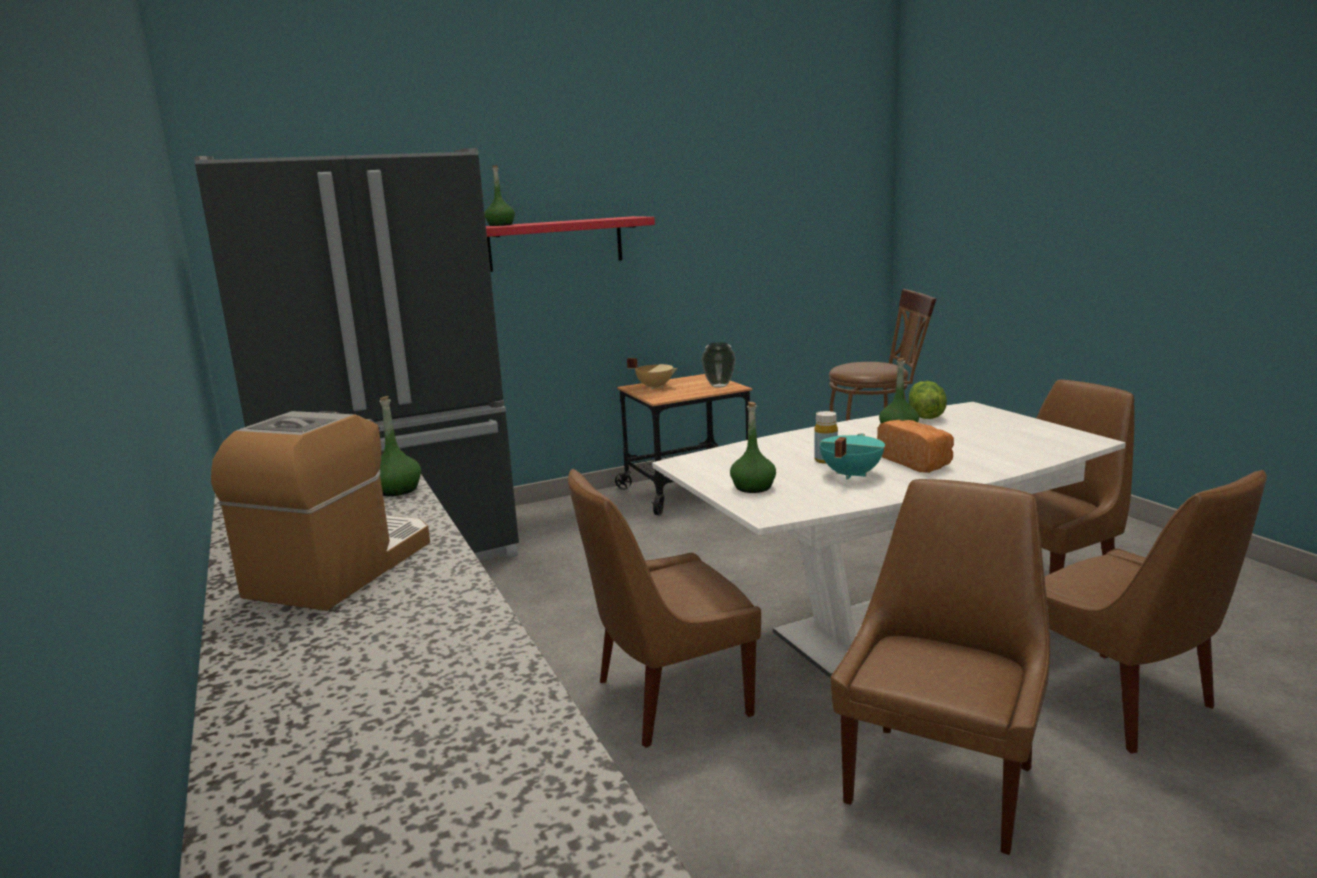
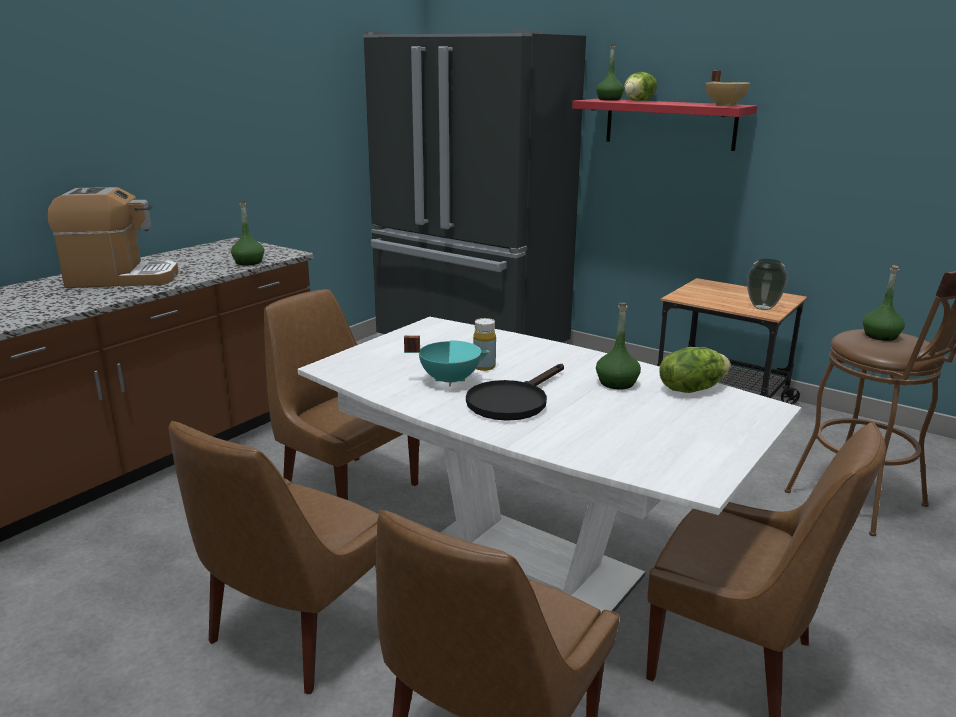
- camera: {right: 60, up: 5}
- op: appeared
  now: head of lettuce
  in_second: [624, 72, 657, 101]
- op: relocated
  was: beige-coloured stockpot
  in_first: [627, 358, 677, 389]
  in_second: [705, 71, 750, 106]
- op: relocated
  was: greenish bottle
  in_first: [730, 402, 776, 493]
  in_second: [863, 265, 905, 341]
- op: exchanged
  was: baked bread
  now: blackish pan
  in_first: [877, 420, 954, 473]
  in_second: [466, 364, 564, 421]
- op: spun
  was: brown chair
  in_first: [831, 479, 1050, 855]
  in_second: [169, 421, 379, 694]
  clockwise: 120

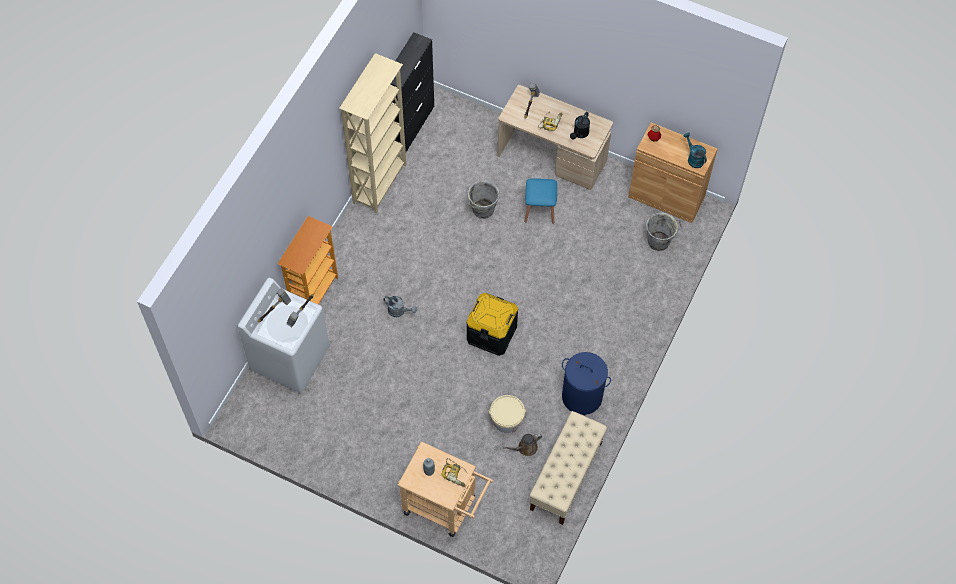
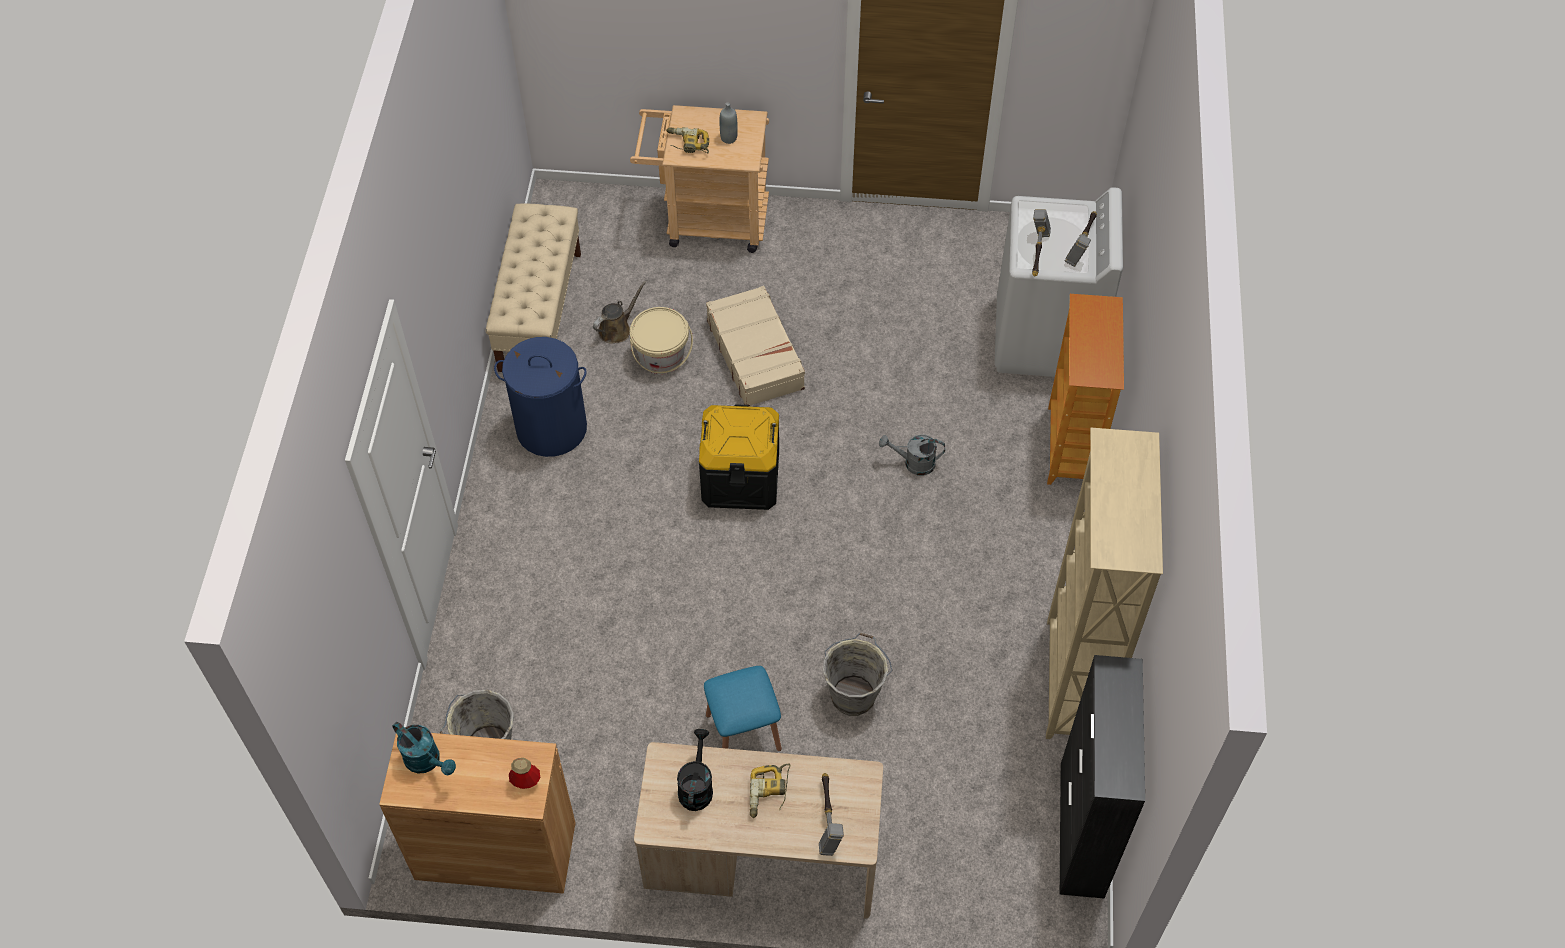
- camera: {right: 160, up: -5}
- op: appeared
  now: beige-coloured suitcase
  in_second: [706, 286, 805, 406]

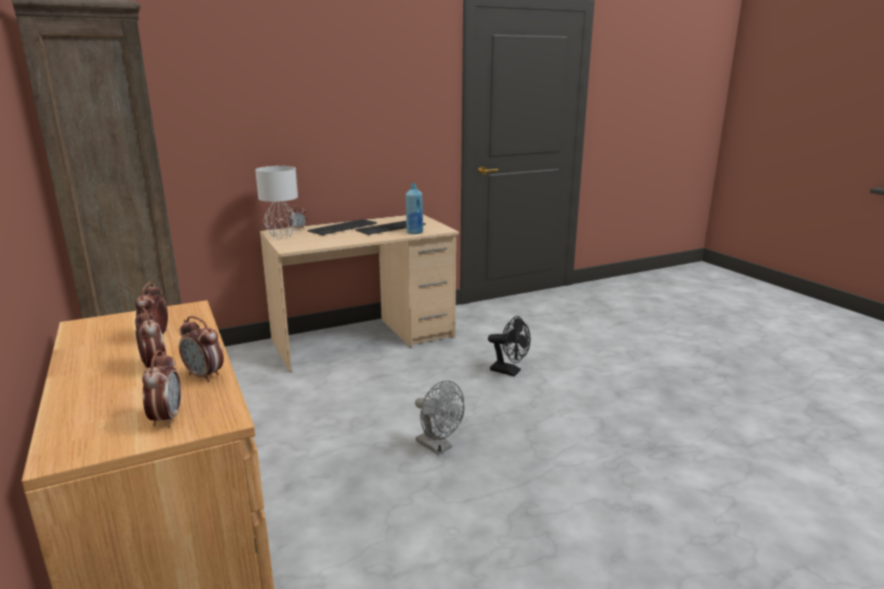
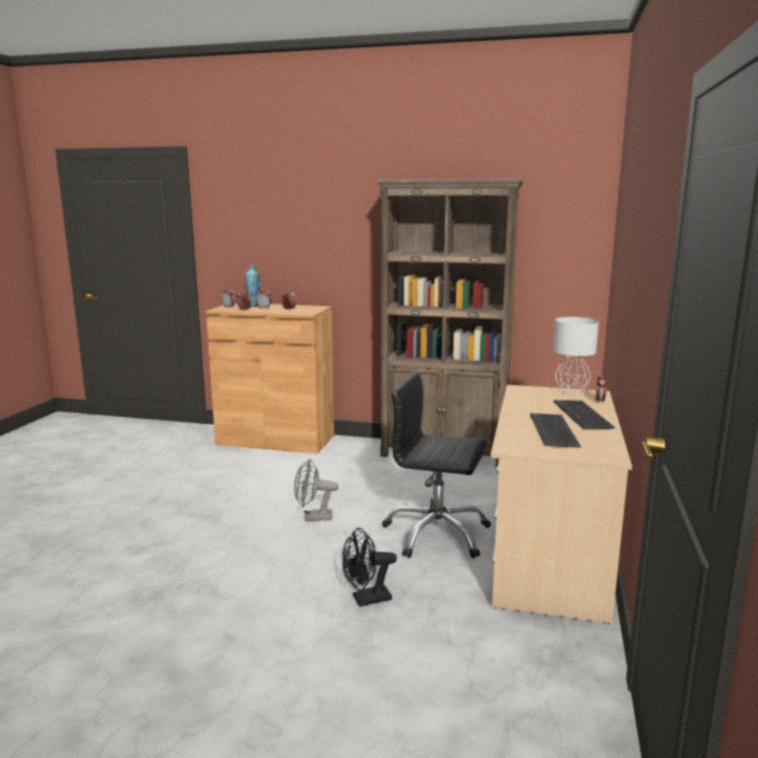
- camera: {right: 130, up: -5}
- op: appeared
  now: blackish computer chair
  in_second: [382, 372, 491, 558]
- op: relocated
  was: blue bottle
  in_first: [405, 183, 423, 234]
  in_second: [245, 265, 260, 307]

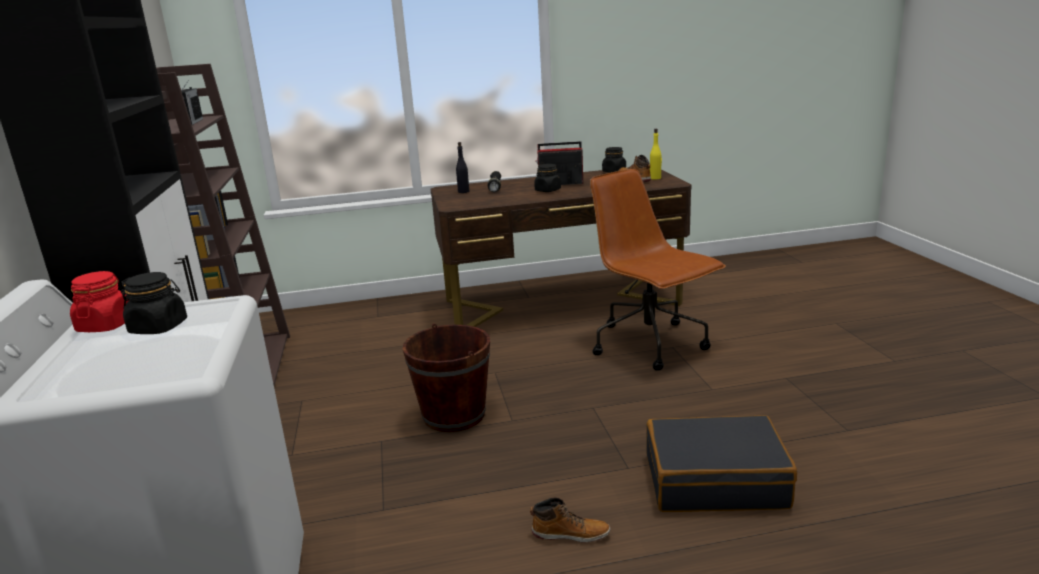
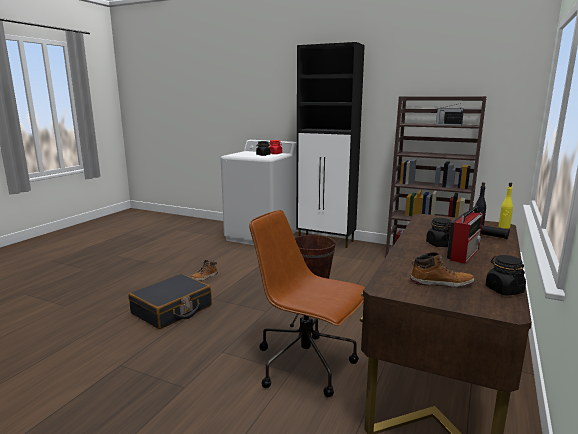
- camera: {right: 125, up: -5}
- op: relocated
  was: yellowish bottle
  in_first: [650, 129, 662, 180]
  in_second: [499, 183, 513, 229]
- op: spun
  was: brown computer chair
  in_first: [590, 169, 726, 371]
  in_second: [249, 210, 365, 397]
  clockwise: -150

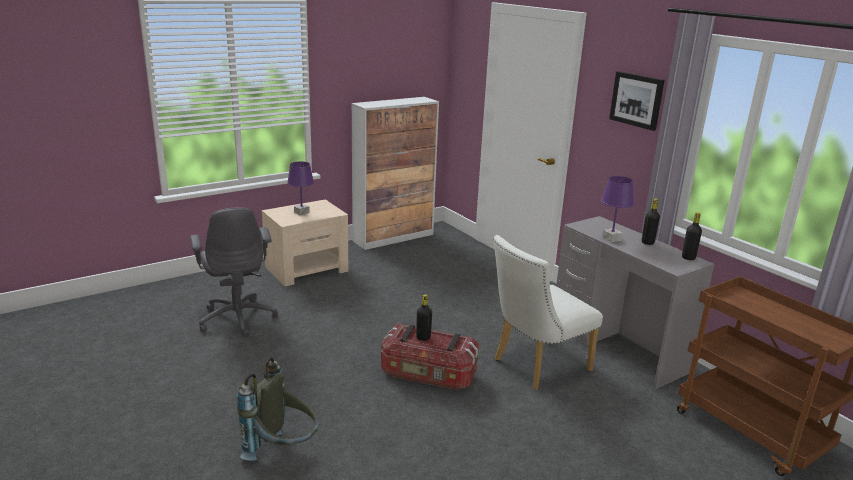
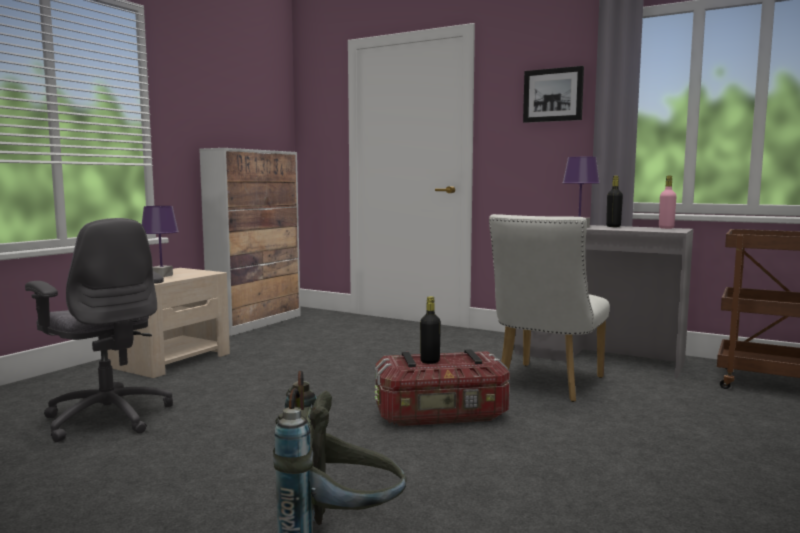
- camera: {right: -25, up: -15}
- op: colour
  was: blackish bottle
  now: pink bottle
  in_first: [682, 212, 702, 260]
  in_second: [659, 176, 677, 229]

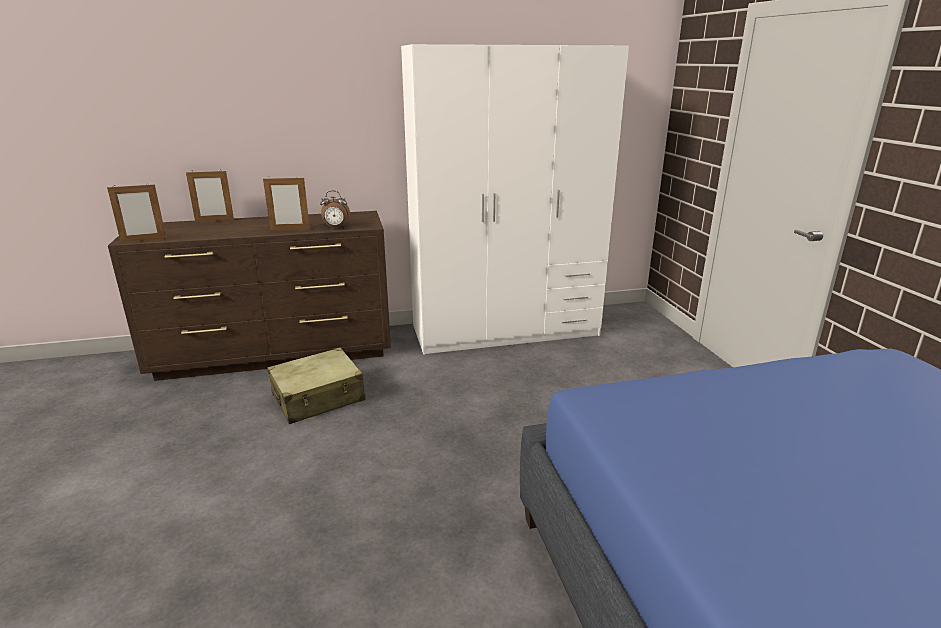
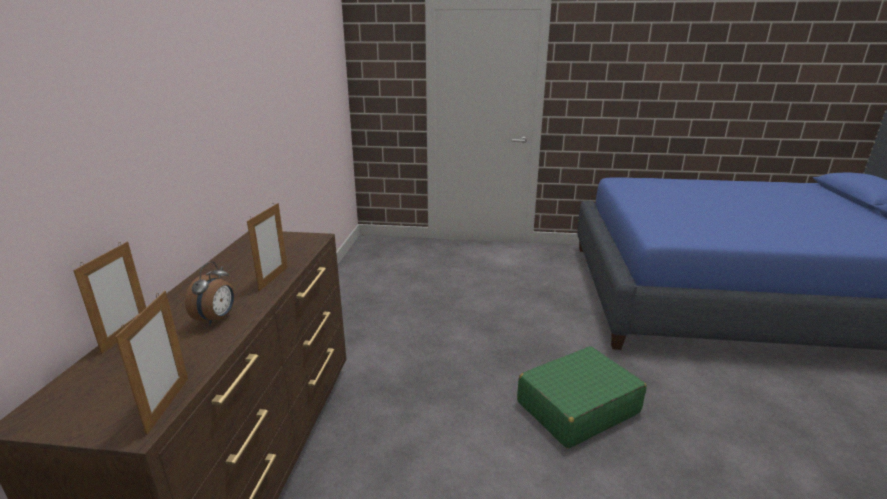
- camera: {right: -70, up: 0}
- op: missing
  was: beige-coloured suitcase
  in_first: [267, 347, 366, 424]
- op: missing
  was: white-coloured armoire
  in_first: [401, 44, 629, 355]
- op: appeared
  now: greenish suitcase
  in_second: [517, 346, 647, 448]
- op: relocated
  was: alarm clock
  in_first: [320, 191, 350, 229]
  in_second: [185, 262, 234, 326]

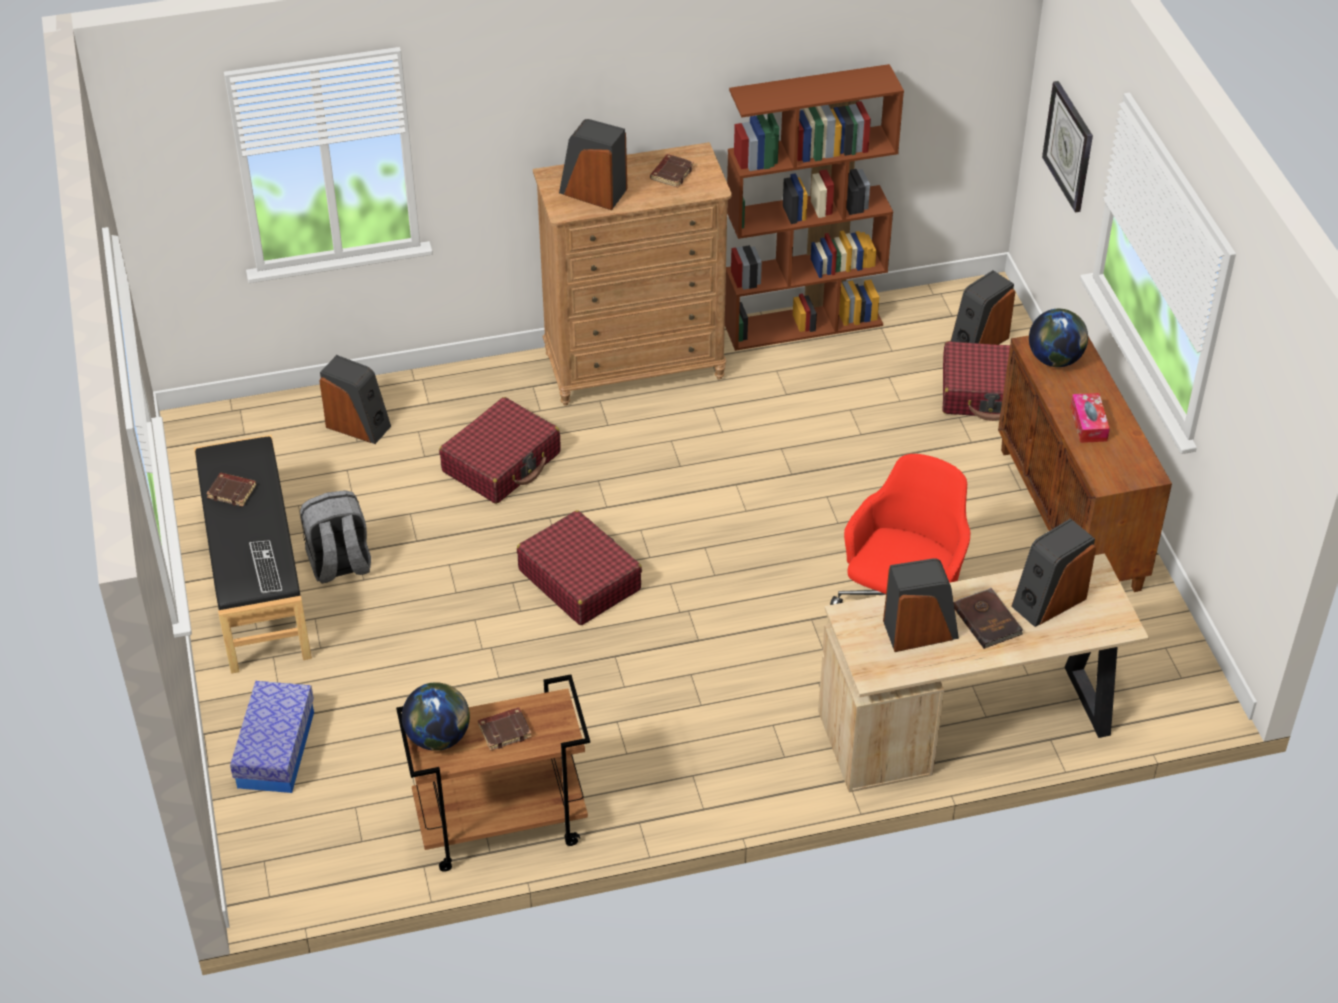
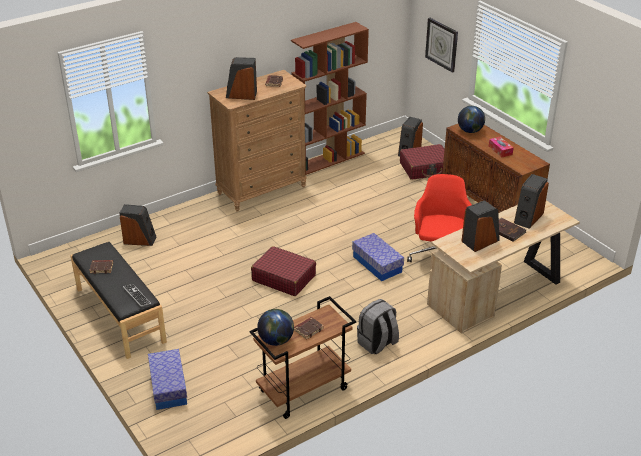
- camera: {right: -20, up: -10}
- op: missing
  was: red-coloured suitcase
  in_first: [439, 397, 561, 504]
- op: appeared
  now: storage container
  in_second: [352, 233, 404, 281]
- op: relocated
  was: gray backpack
  in_first: [300, 490, 371, 583]
  in_second: [357, 299, 399, 354]

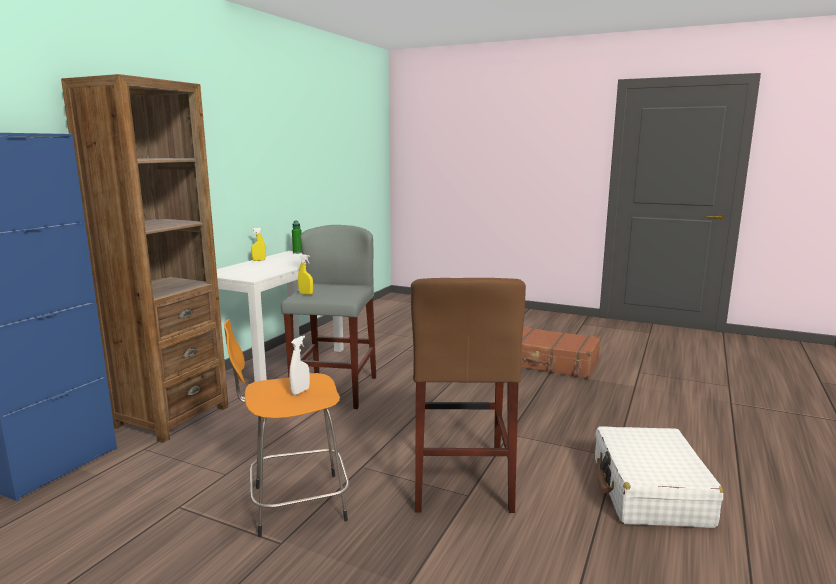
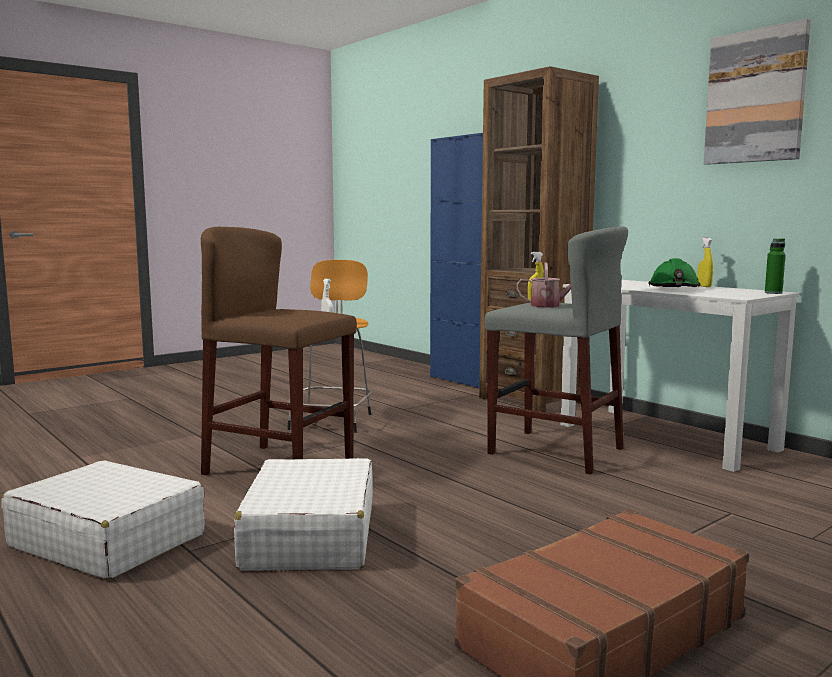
- camera: {right: 115, up: -5}
- op: appeared
  now: white-coloured suitcase
  in_second: [234, 458, 373, 570]
- op: appeared
  now: sprinkling can
  in_second: [517, 262, 571, 308]
- op: appeared
  now: greenish hard hat
  in_second: [649, 258, 701, 287]
- op: appeared
  now: wall picture
  in_second: [704, 19, 811, 165]

